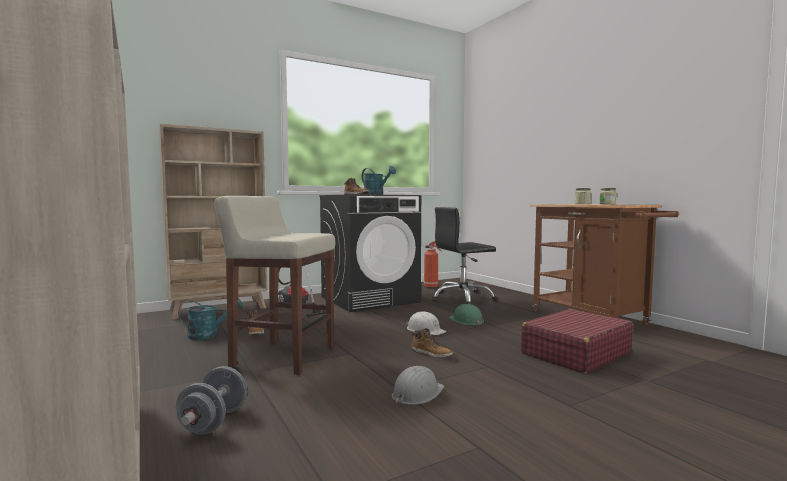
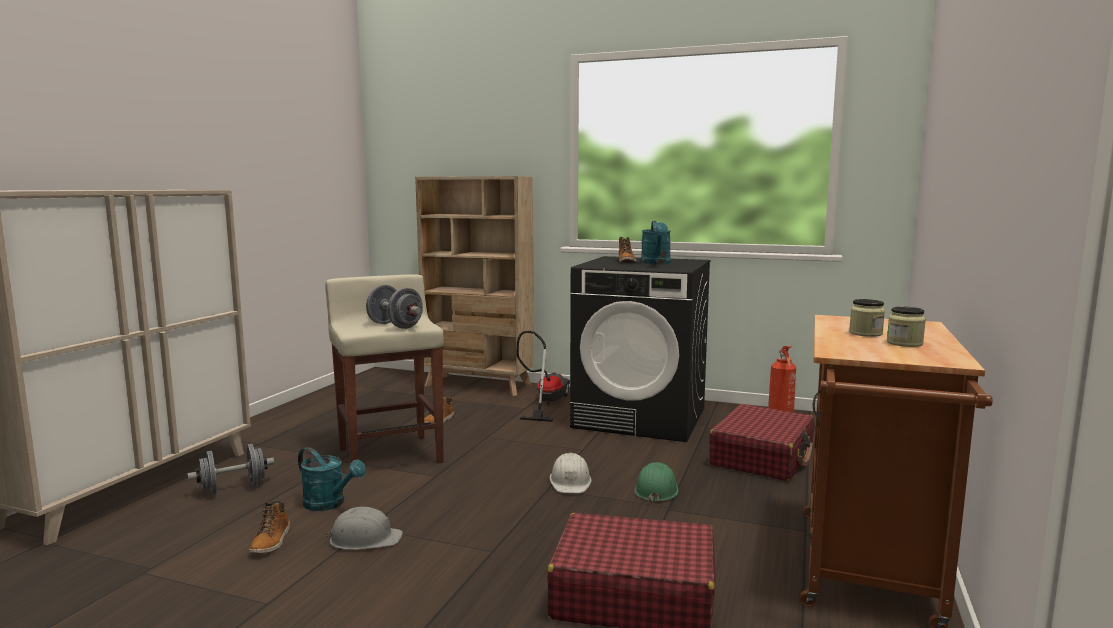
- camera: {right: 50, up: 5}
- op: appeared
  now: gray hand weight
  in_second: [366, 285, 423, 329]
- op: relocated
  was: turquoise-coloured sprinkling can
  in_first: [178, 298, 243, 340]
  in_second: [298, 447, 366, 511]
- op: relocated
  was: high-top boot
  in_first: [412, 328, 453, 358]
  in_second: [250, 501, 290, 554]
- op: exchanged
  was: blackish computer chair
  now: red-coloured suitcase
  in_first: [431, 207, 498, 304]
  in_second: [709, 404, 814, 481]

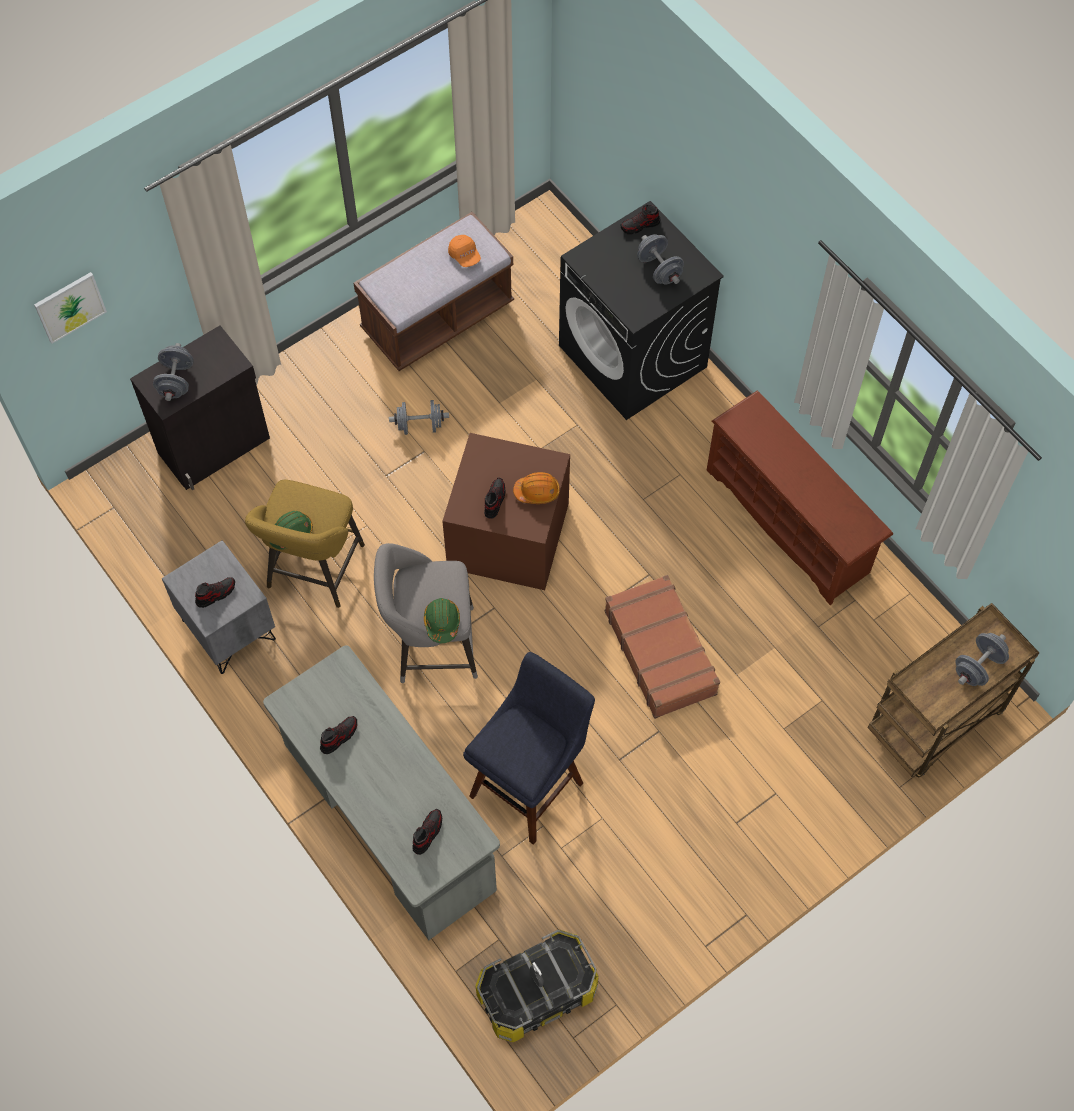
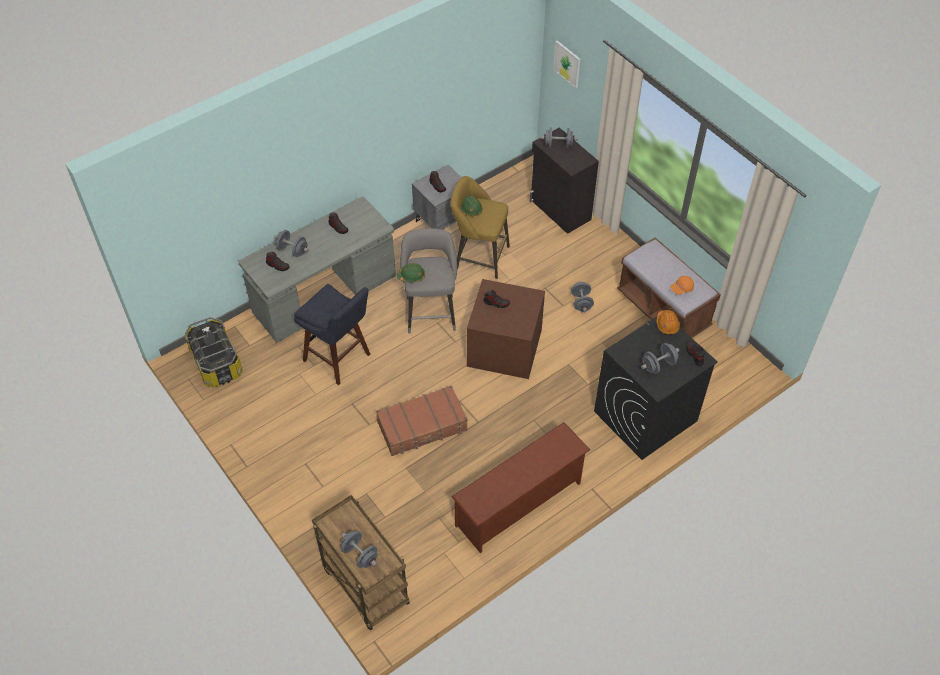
- camera: {right: 90, up: -10}
- op: appeared
  now: gray hand weight
  in_second: [274, 230, 309, 257]
- op: relocated
  was: orange-coloured hard hat
  in_first: [513, 472, 560, 504]
  in_second: [657, 310, 680, 335]

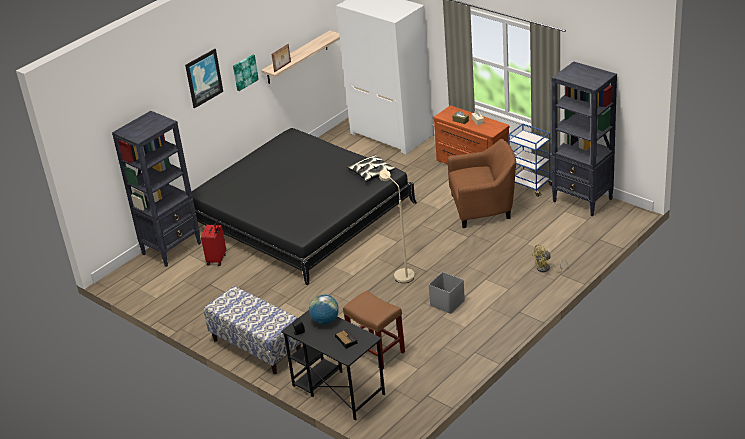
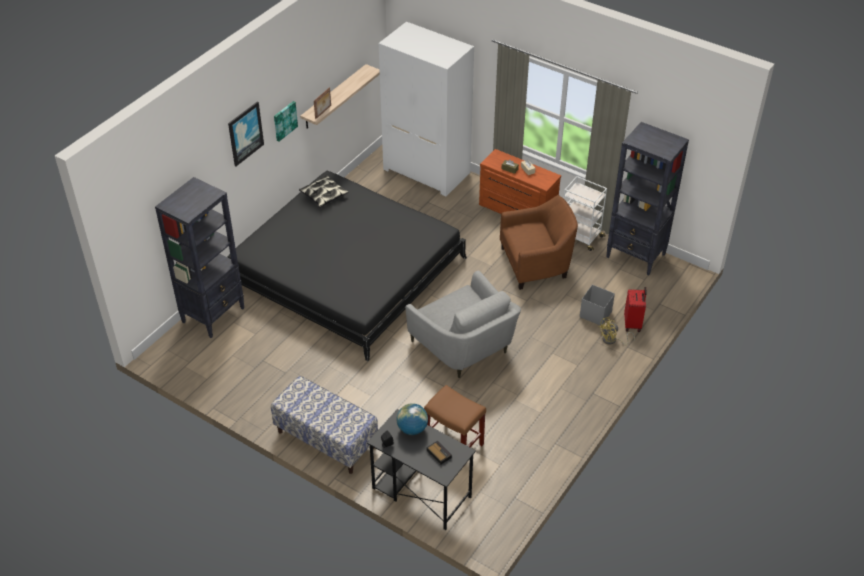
- camera: {right: -10, up: 10}
- op: relocated
  was: red-coloured suitcase
  in_first: [201, 220, 226, 266]
  in_second: [624, 287, 647, 332]
- op: relocated
  was: throw pillow
  in_first: [347, 155, 395, 182]
  in_second: [299, 175, 349, 208]
- op: relocated
  was: gray storage container
  in_first: [429, 272, 465, 314]
  in_second: [580, 285, 615, 325]
- op: exchanged
  was: beige-coloured standard lamp
  now: gray lounge chair
  in_first: [379, 170, 415, 283]
  in_second: [405, 270, 521, 378]
- op: colour
  was: blue wheeled cart
  now: white-coloured wheeled cart
  in_first: [508, 124, 552, 197]
  in_second: [563, 176, 607, 251]

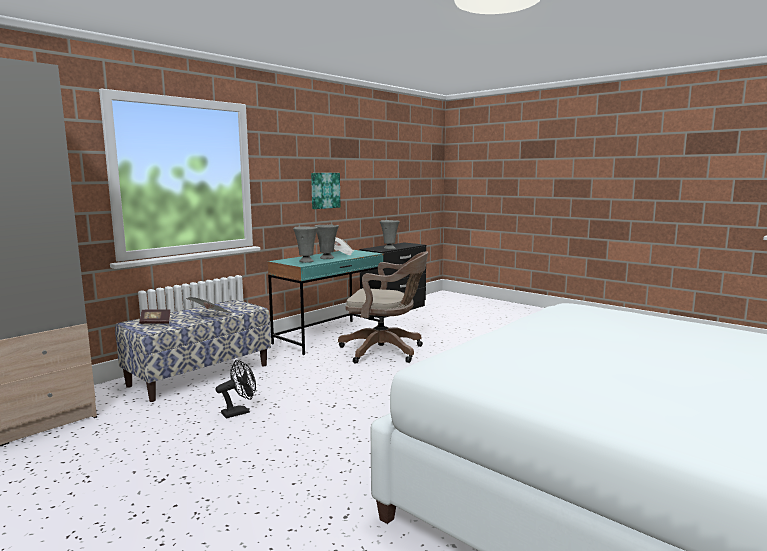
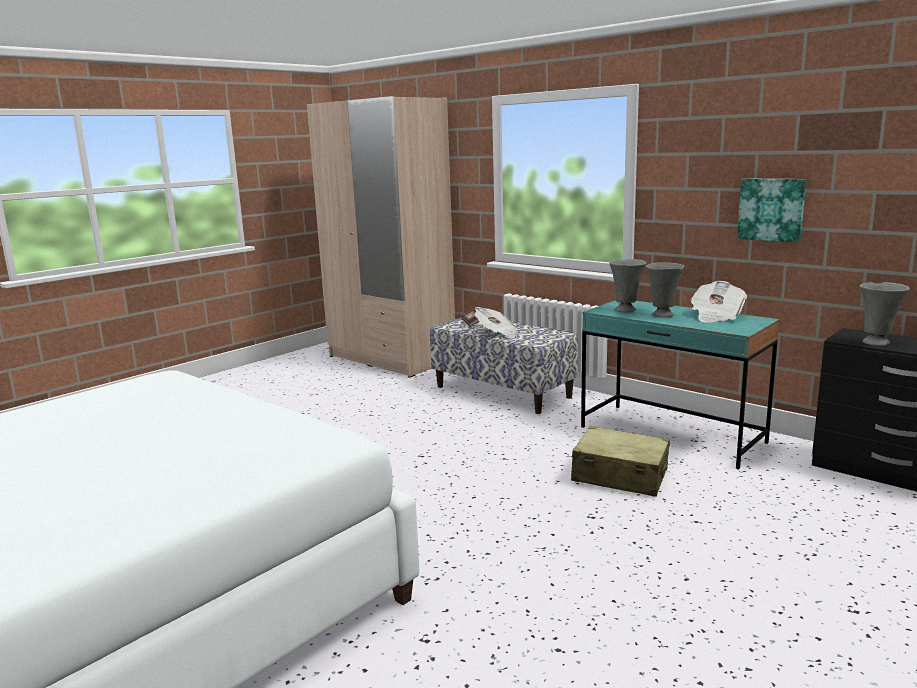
- camera: {right: 90, up: 5}
- op: missing
  was: blackish electric fan
  in_first: [216, 360, 256, 419]
- op: exchanged
  was: brown computer chair
  now: beige-coloured suitcase
  in_first: [338, 252, 428, 364]
  in_second: [571, 426, 670, 497]

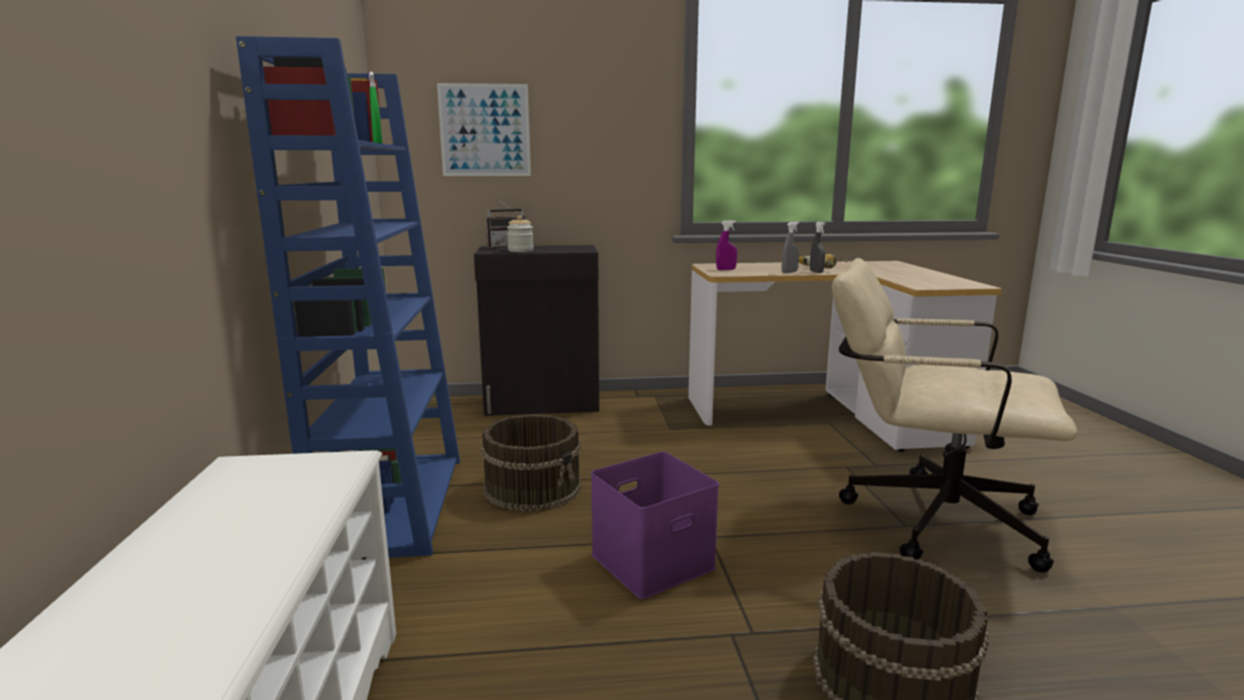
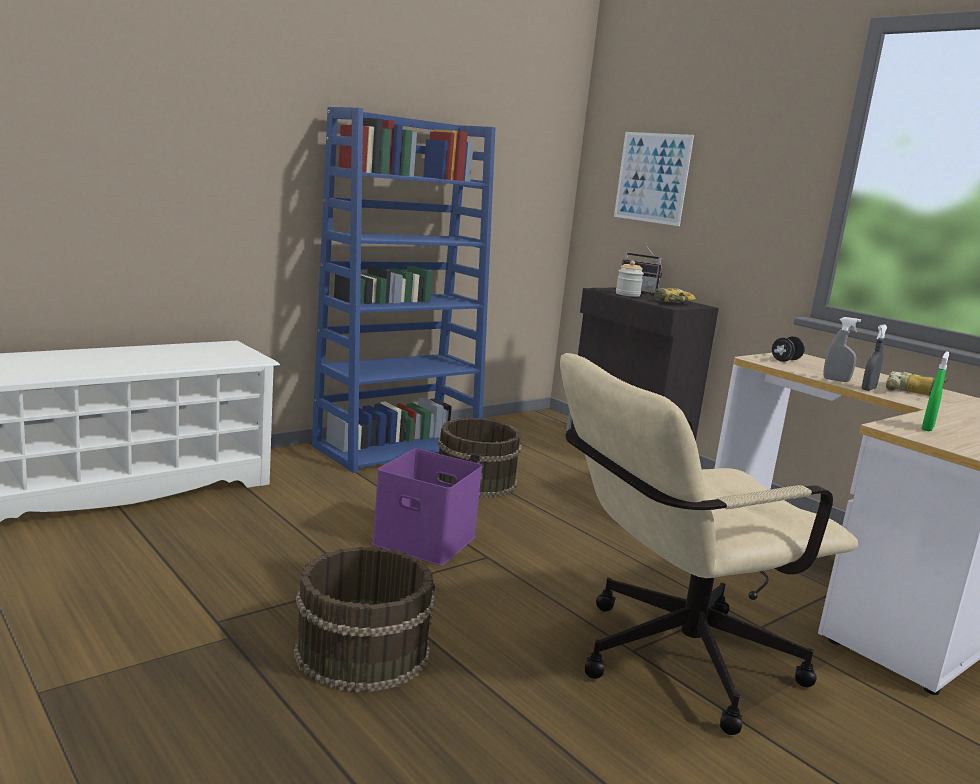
- camera: {right: 55, up: 0}
- op: appeared
  now: electric drill
  in_second: [648, 287, 696, 302]
- op: relocated
  was: greenish spray bottle
  in_first: [369, 72, 382, 143]
  in_second: [922, 351, 949, 431]
- op: exchanged
  was: purplish spray bottle
  now: blackish hand weight
  in_first: [716, 220, 737, 270]
  in_second: [772, 336, 805, 362]
- op: spun
  was: beige-coloured computer chair
  in_first: [832, 258, 1077, 573]
  in_second: [560, 353, 858, 735]
  clockwise: -105

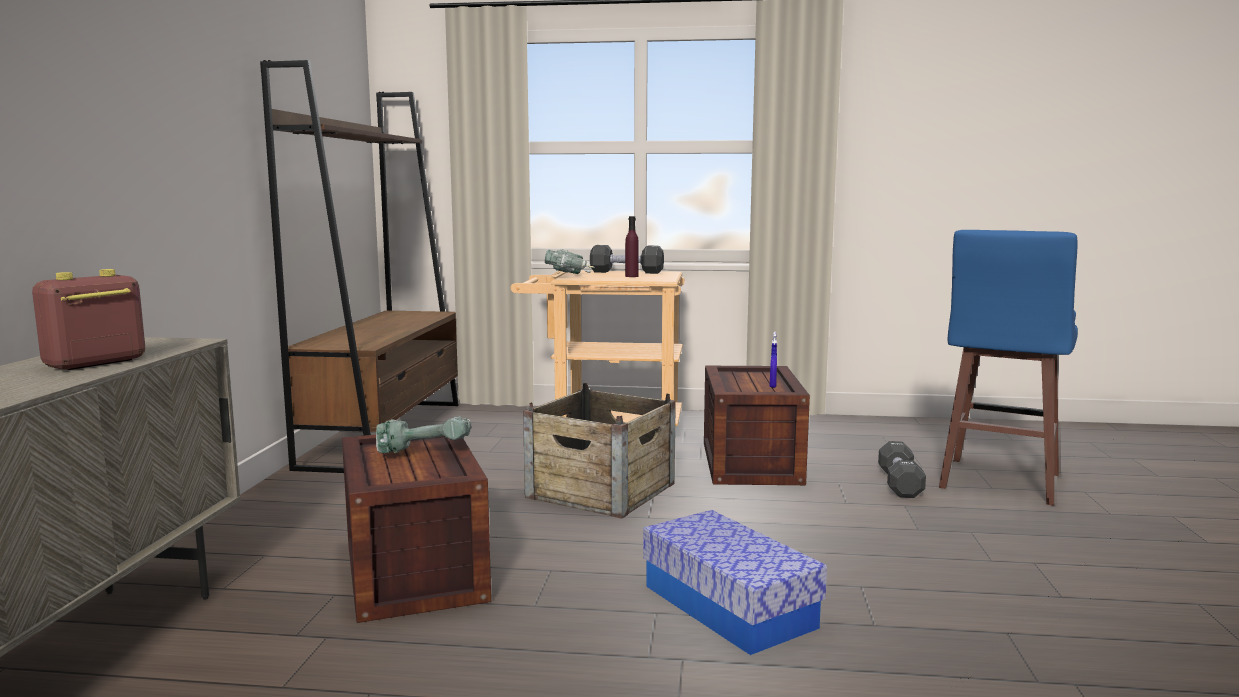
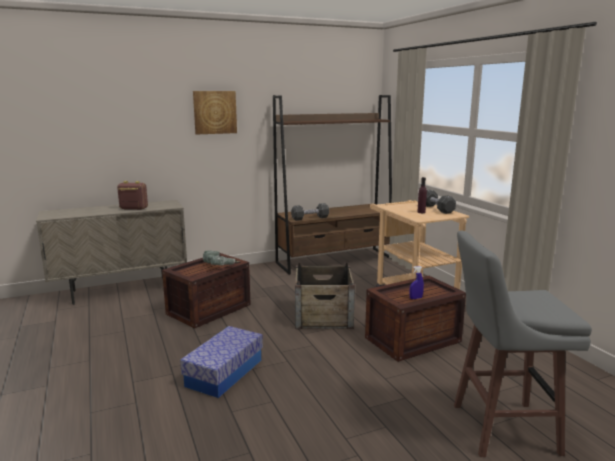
- camera: {right: 60, up: 5}
- op: missing
  was: electric drill
  in_first: [545, 249, 595, 274]
- op: appeared
  now: wall picture
  in_second: [193, 91, 237, 135]
- op: relocated
  was: blackish hand weight
  in_first: [878, 441, 926, 498]
  in_second: [291, 203, 329, 221]
- op: colour
  was: blue stool
  now: gray stool
  in_first: [939, 230, 1078, 506]
  in_second: [454, 230, 592, 457]

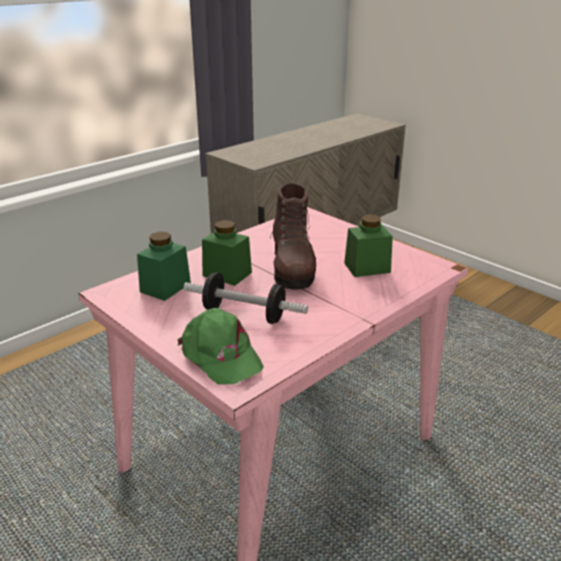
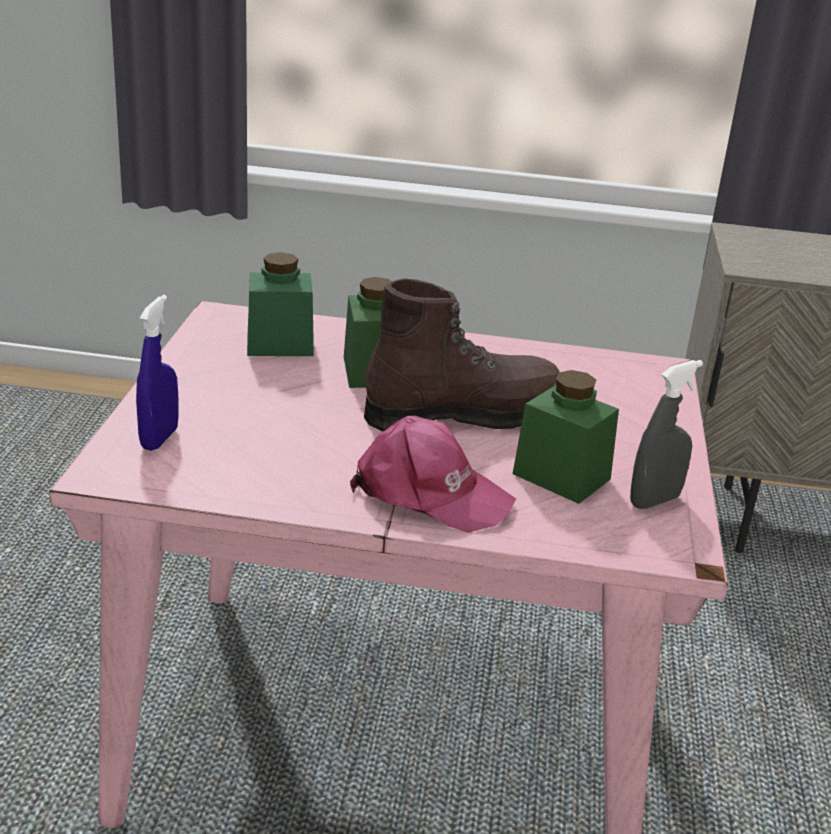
- camera: {right: 50, up: 0}
- op: missing
  was: hand weight
  in_first: [183, 272, 308, 324]
- op: appeared
  now: pink baseball cap
  in_second: [350, 416, 516, 533]
- op: appeared
  now: gray spray bottle
  in_second: [630, 360, 703, 509]
- op: exchanged
  was: greenish baseball cap
  now: blue spray bottle
  in_first: [177, 308, 264, 384]
  in_second: [136, 295, 179, 451]
- op: spun
  was: brown high-top boot
  in_first: [270, 183, 316, 289]
  in_second: [364, 278, 560, 431]
  clockwise: -150

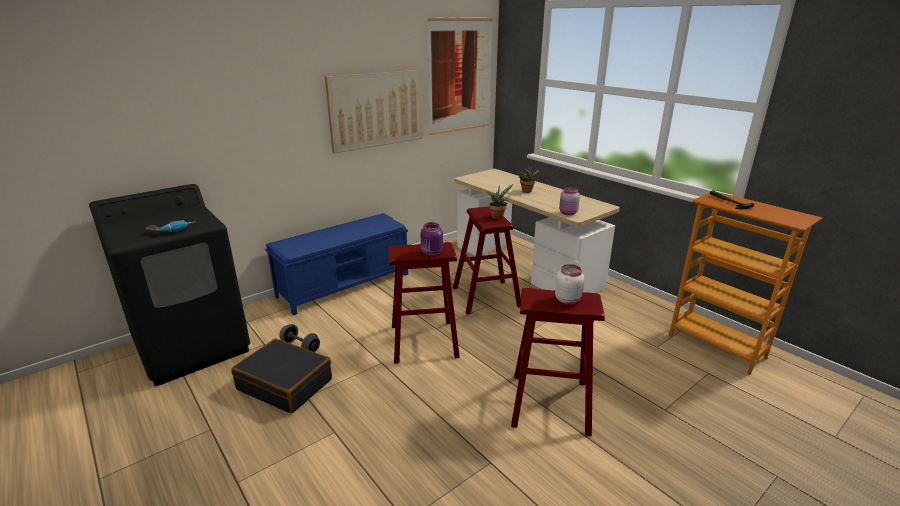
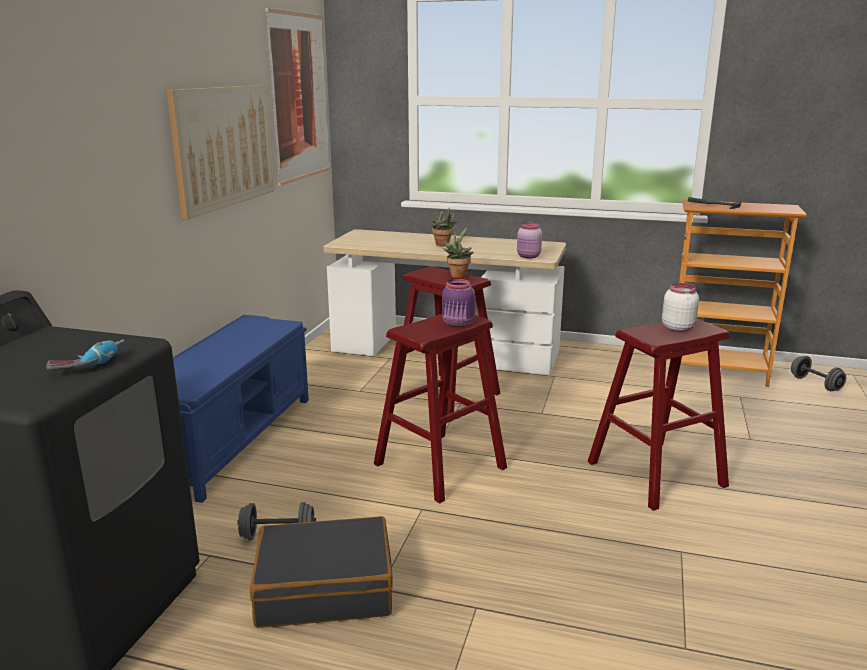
- camera: {right: -35, up: -5}
- op: appeared
  now: gray hand weight
  in_second: [791, 356, 846, 391]

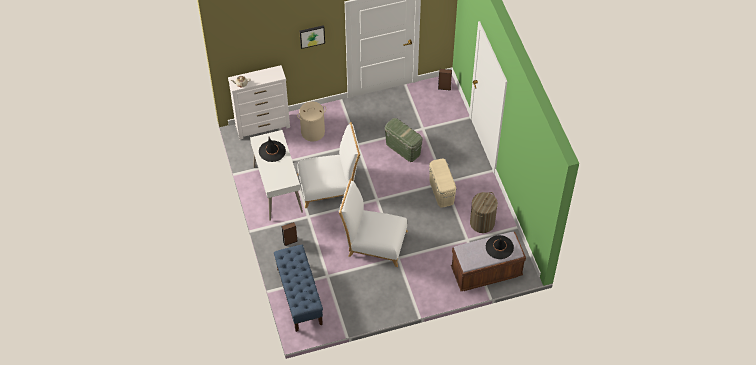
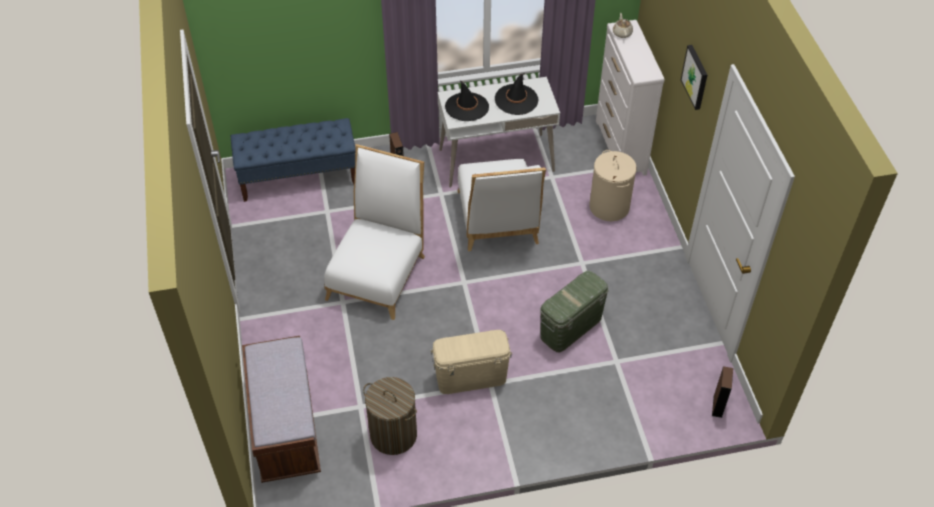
- camera: {right: 95, up: -5}
- op: relocated
  was: blackish wearable hat
  in_first: [486, 235, 514, 259]
  in_second: [445, 80, 489, 121]

